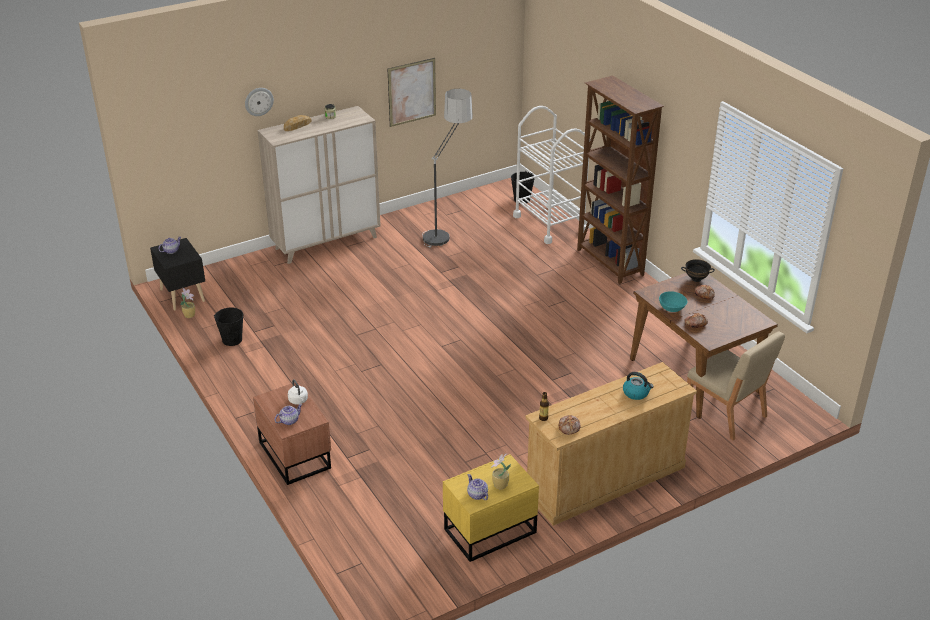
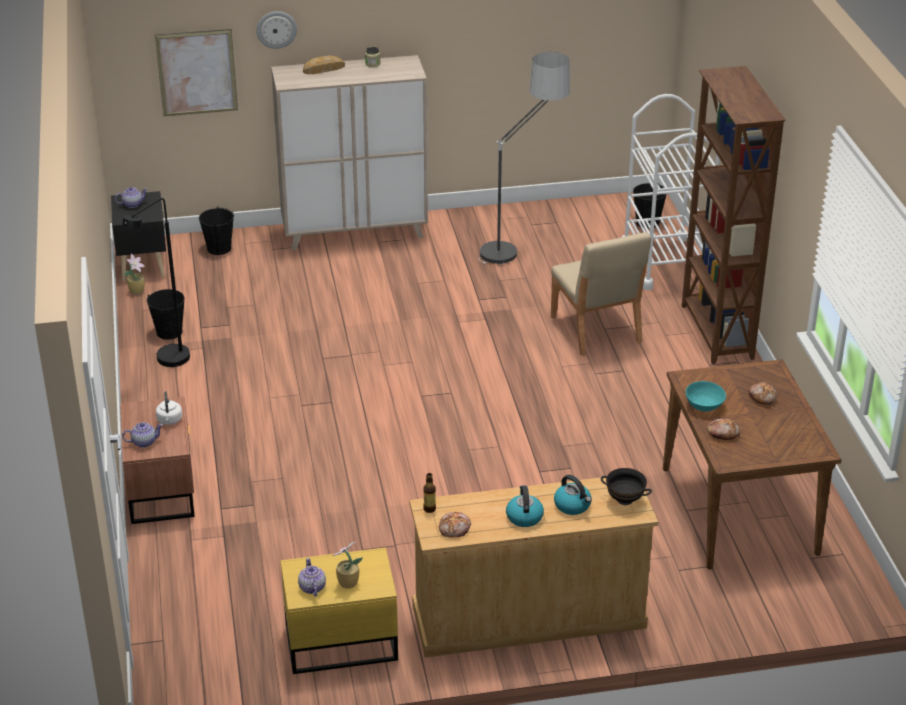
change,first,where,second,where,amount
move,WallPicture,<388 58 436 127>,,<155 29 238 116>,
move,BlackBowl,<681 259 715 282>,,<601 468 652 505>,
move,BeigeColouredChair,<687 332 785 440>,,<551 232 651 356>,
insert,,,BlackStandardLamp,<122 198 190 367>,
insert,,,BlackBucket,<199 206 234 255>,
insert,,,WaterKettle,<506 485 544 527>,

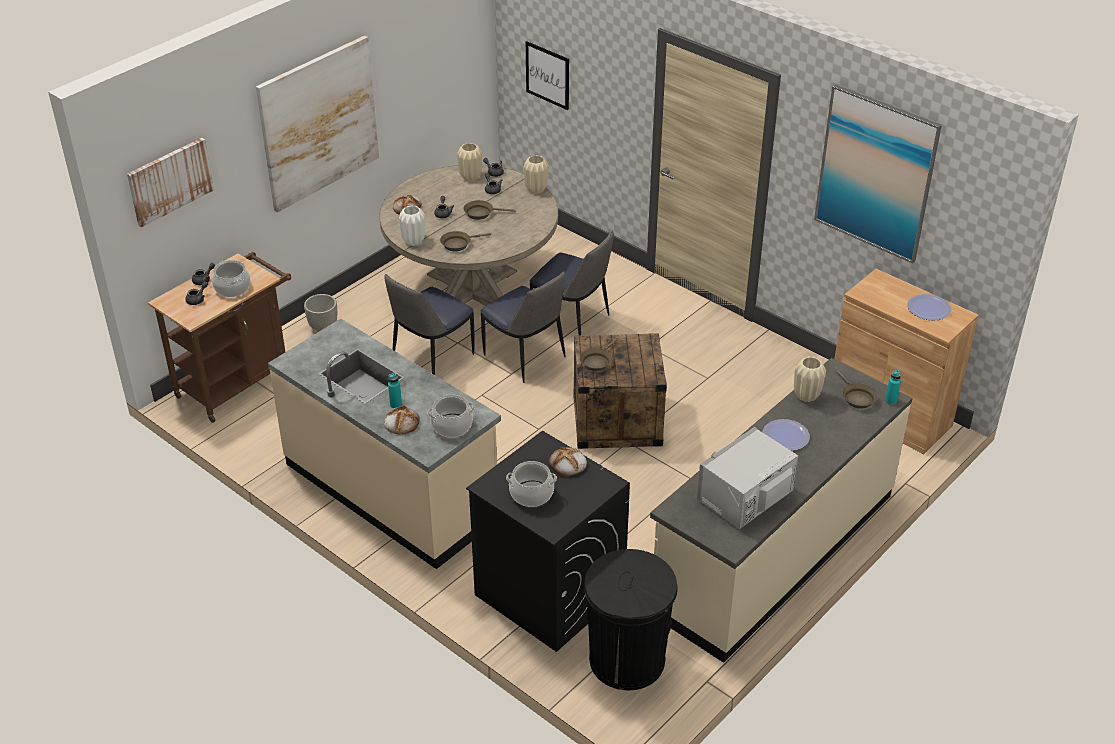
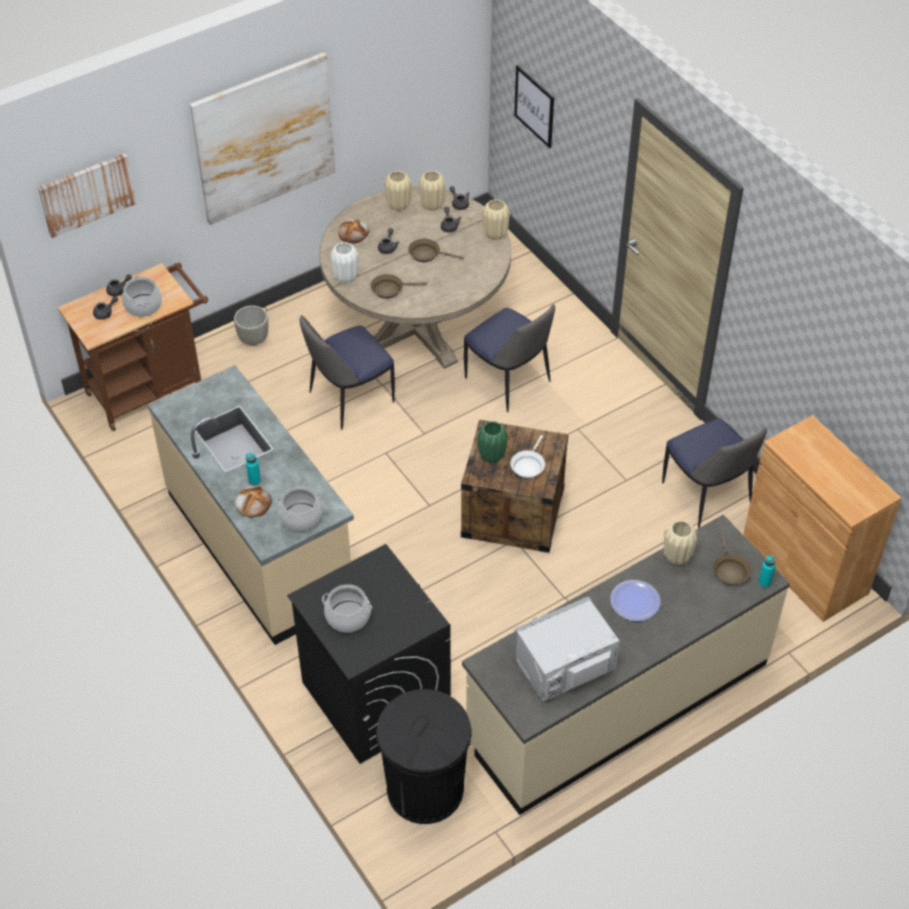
change,first,where,second,where,amount
move,Chair,<481 271 566 383>,,<662 418 767 528>,
delete,BakeryBread,<549 447 587 476>,,,
replace,BrownishFryingPan,<580 339 617 371>,GreenDecorativeVase,<477 421 508 463>,
delete,WallPicture,<814 84 942 263>,,,
delete,Plate,<907 294 951 321>,,,
insert,,,BeigeColouredDecorativeVase,<384 171 411 211>,
insert,,,WhiteFryingPan,<510 435 545 478>,

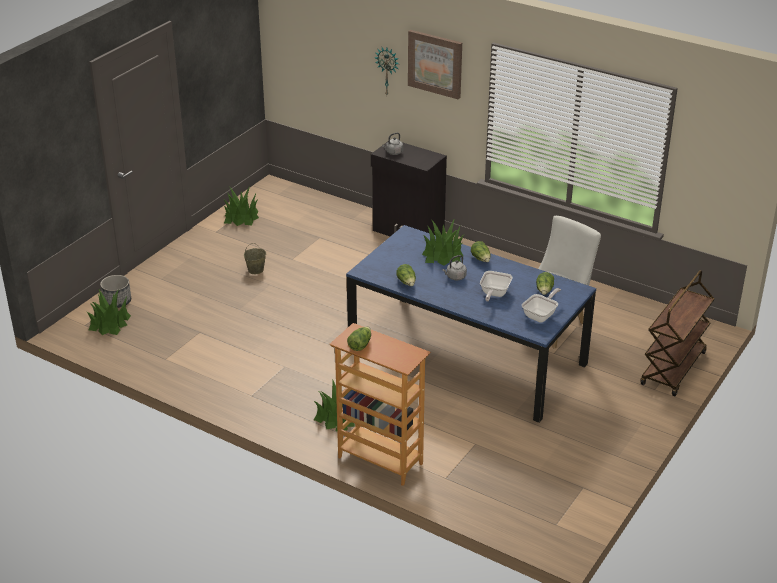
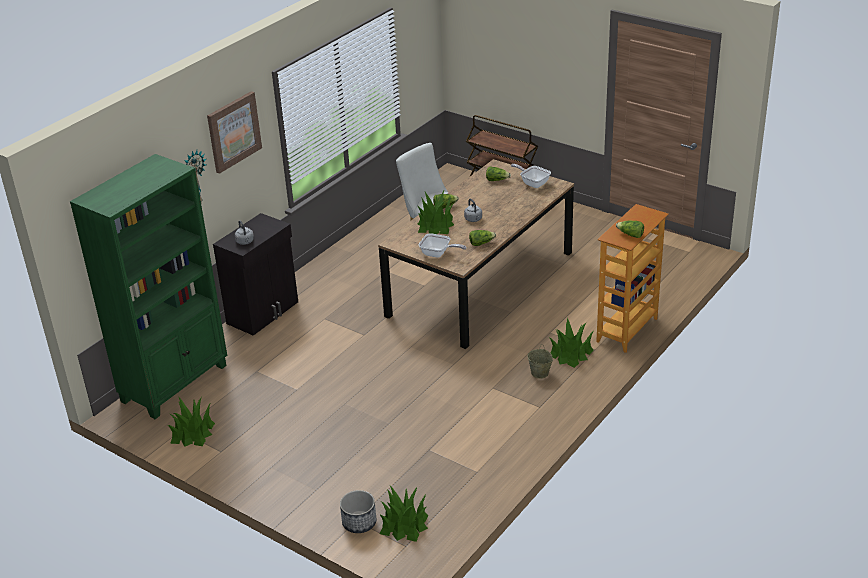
change,first,where,second,where,amount
move,BeigeColouredBucket,<244 243 266 274>,,<528 344 553 379>,
recolor,BlueDinnerTable,<346 225 596 423>,BrownishDinnerTable,<378 159 574 349>,
move,FryingPan,<480 271 513 302>,,<419 233 466 258>,
insert,,,GreenShelvingUnit,<70 154 227 419>,

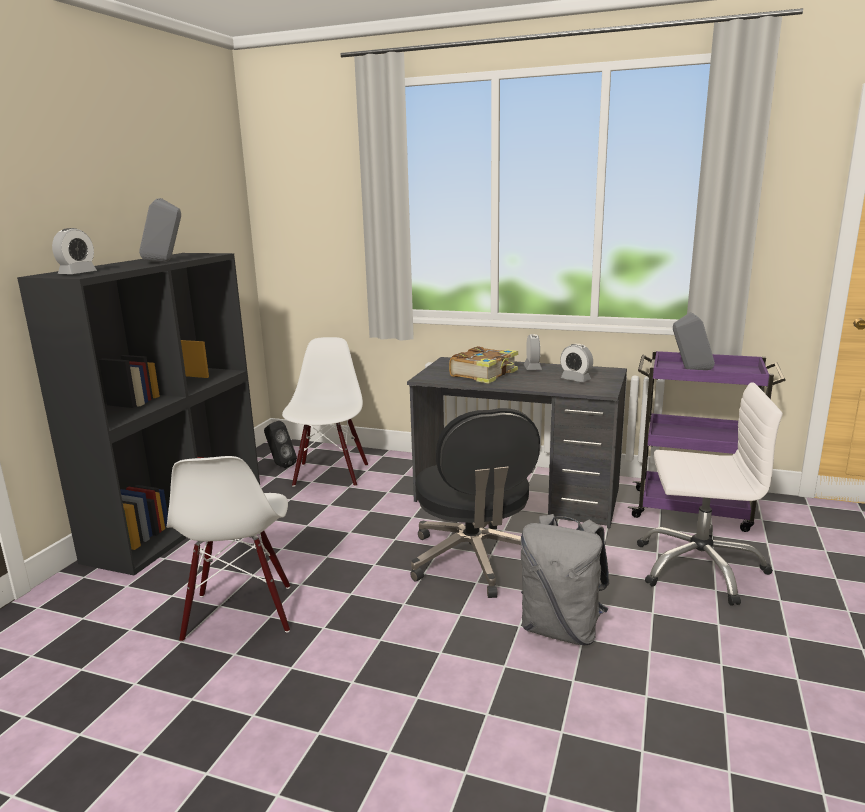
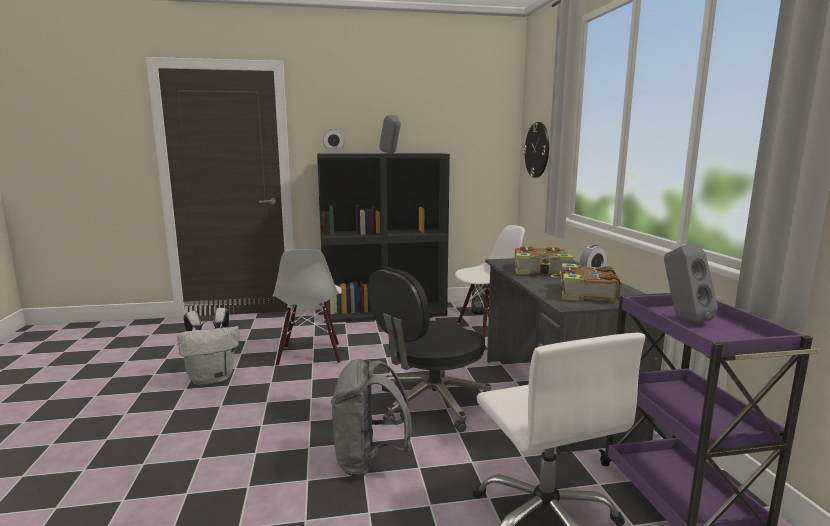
change,first,where,second,where,amount
rotate,WhiteChair,<167 456 290 642>,,<273 249 342 366>,60 degrees counterclockwise
replace,AlarmClock,<560 344 593 382>,Book,<551 263 620 302>,
insert,,,WhiteRucksack,<177 308 239 386>,
insert,,,WallClock,<523 122 549 178>,

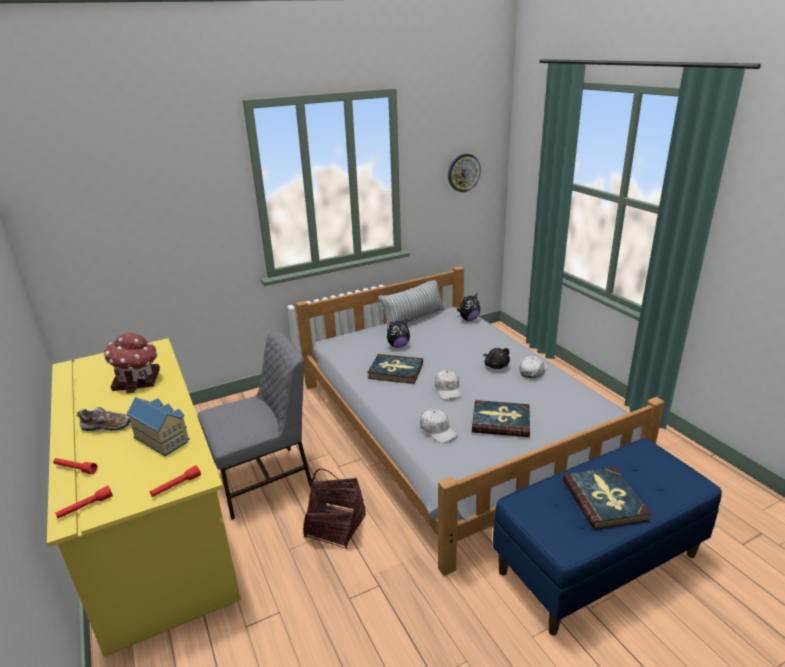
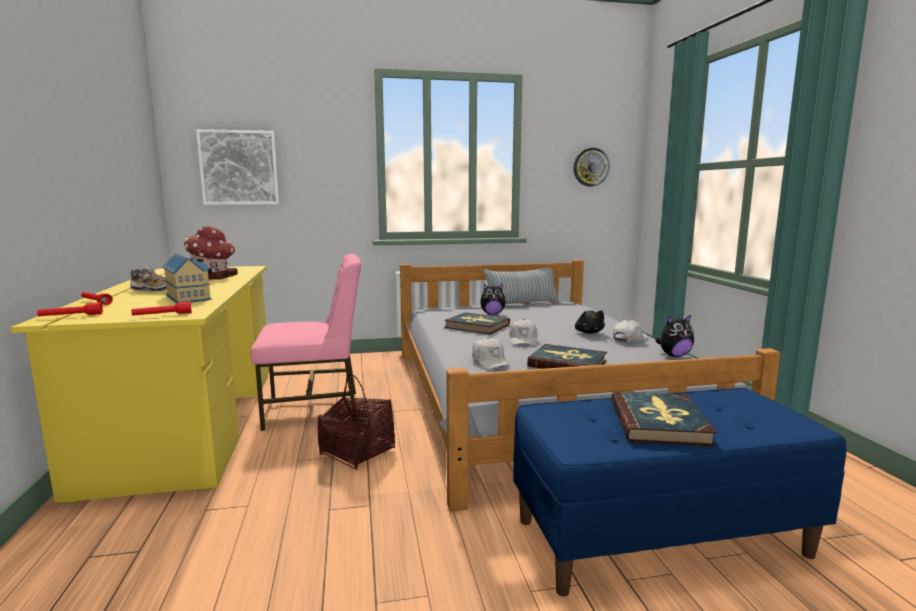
change,first,where,second,where,amount
recolor,GreyChair,<198 331 312 520>,PinkChair,<251 254 361 431>,
move,SoftToy,<457 294 480 321>,,<656 315 694 357>,
insert,,,WallPicture,<196 129 279 205>,

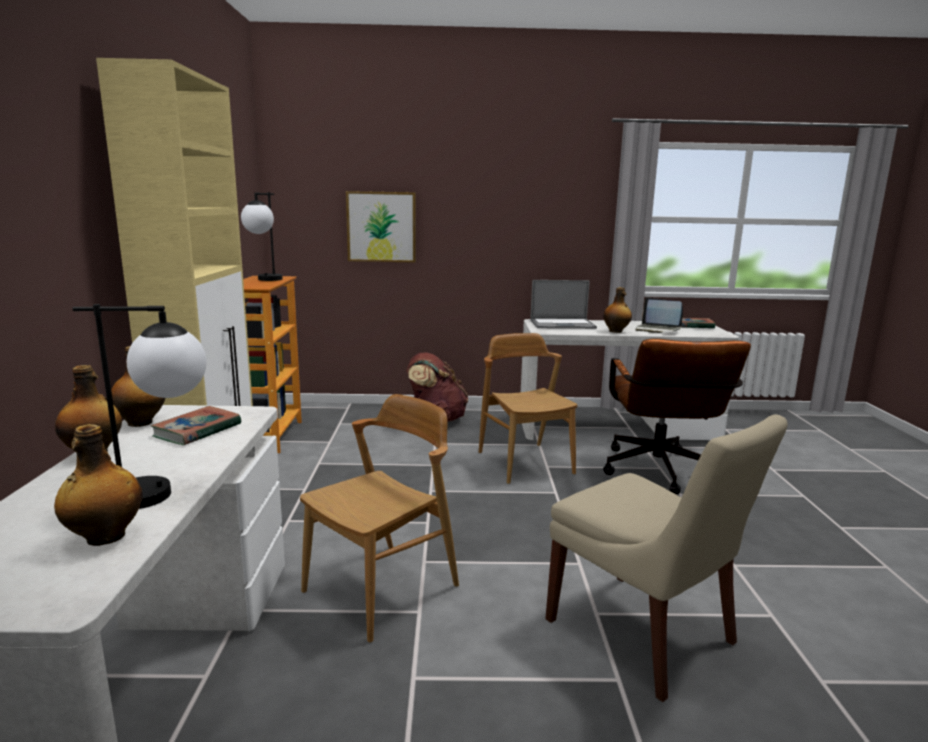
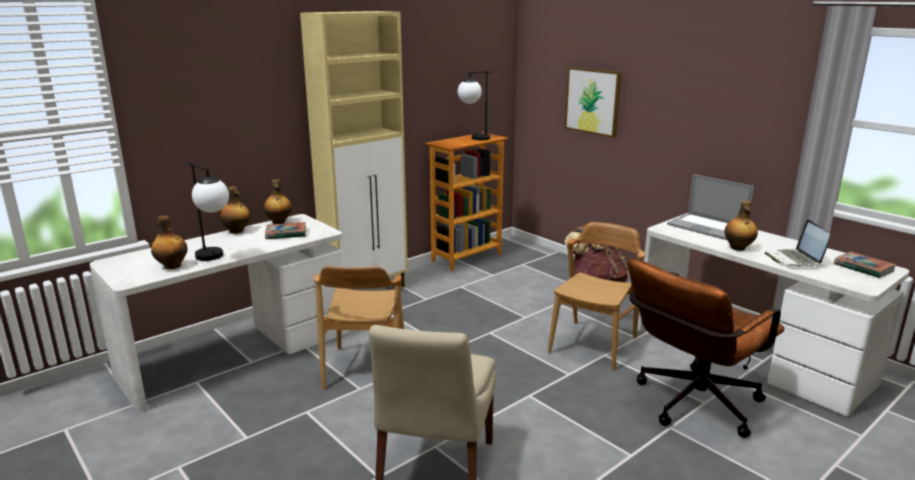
change,first,where,second,where,amount
rotate,BrownishChair,<300 394 459 643>,,<314 266 404 390>,90 degrees clockwise

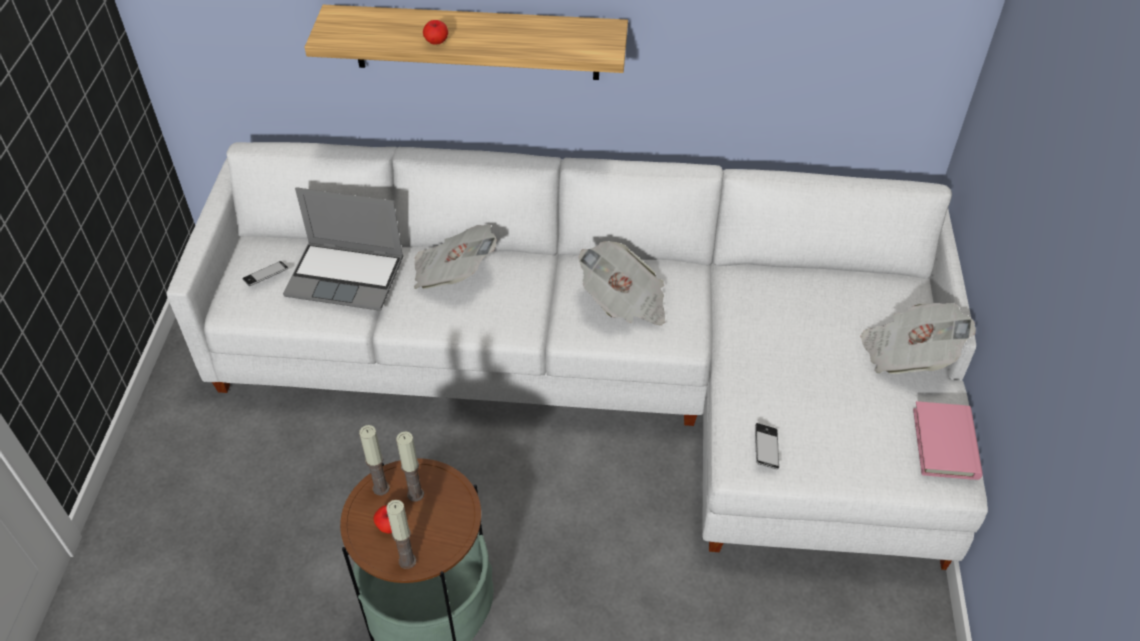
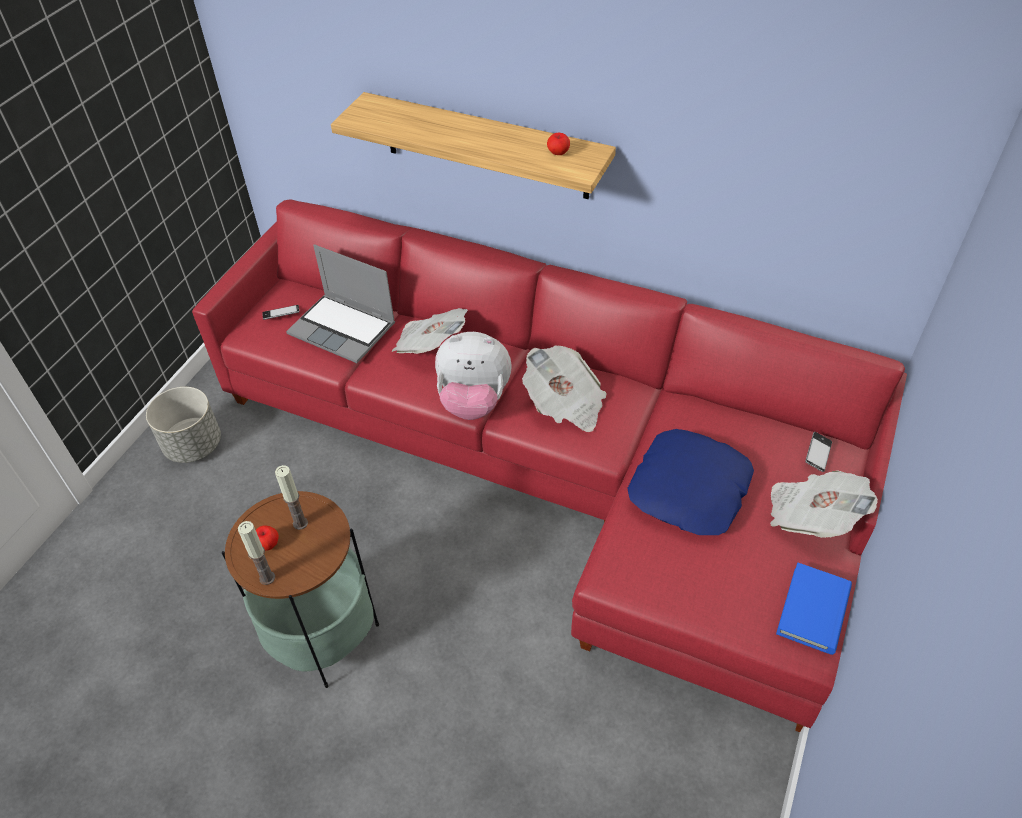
change,first,where,second,where,amount
recolor,WhiteSofa,<167 142 988 570>,ReddishSofa,<192 199 907 732>,
delete,WaxLight,<359 425 390 495>,,,
move,Apple,<423 20 448 45>,,<547 133 570 155>,
move,Phone,<755 423 779 469>,,<805 432 832 472>,
recolor,PinkBook,<913 401 983 480>,BlueBook,<776 563 852 655>,
insert,,,GreyPlanter,<146 387 221 463>,
insert,,,SoftToy,<435 332 512 420>,
insert,,,BlueThrowPillow,<628 429 754 535>,

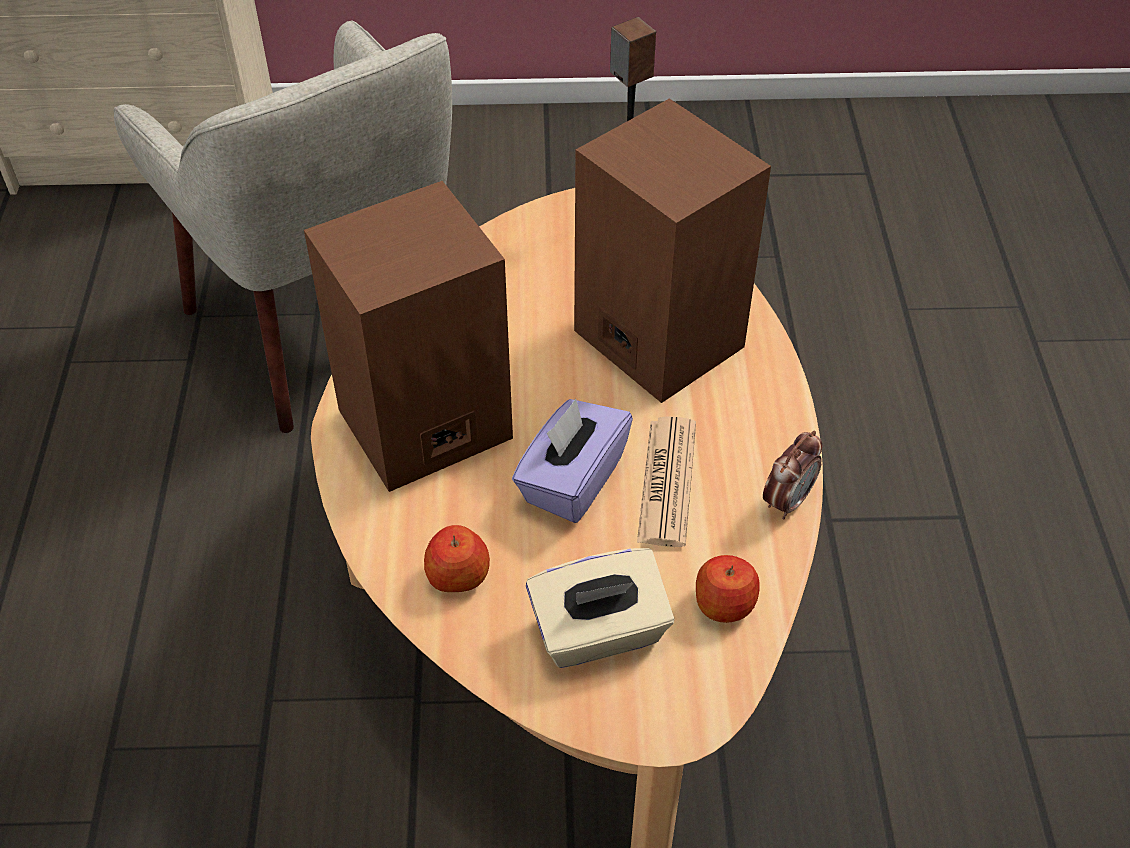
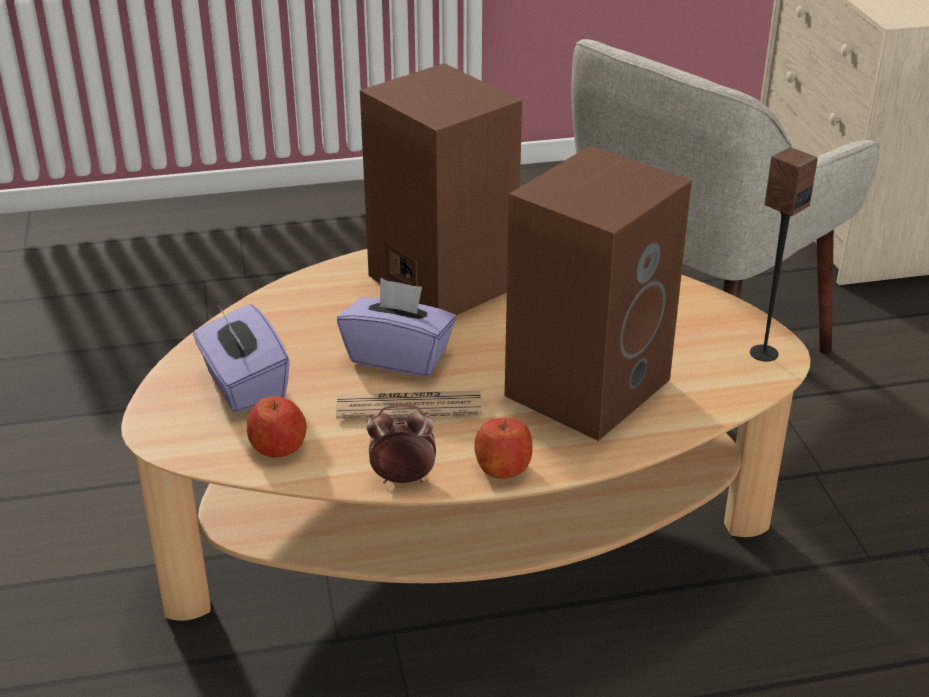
change,first,where,second,where,amount
move,Apple,<424 525 490 592>,,<474 418 533 479>,
recolor,BeigeColouredBoxOfTissues,<526 548 674 668>,PurplishBoxOfTissues,<193 304 290 412>,
rotate,AlarmClock,<763 431 822 519>,,<366 404 436 484>,150 degrees clockwise

